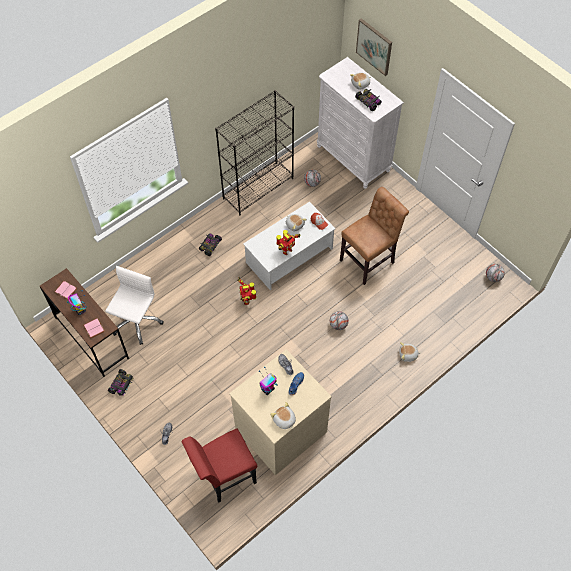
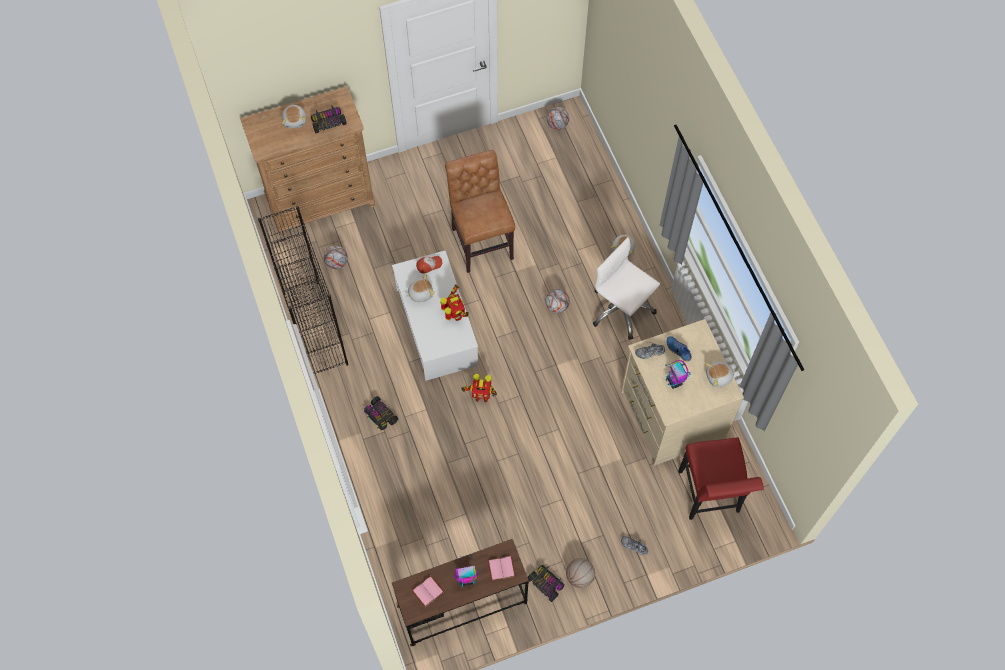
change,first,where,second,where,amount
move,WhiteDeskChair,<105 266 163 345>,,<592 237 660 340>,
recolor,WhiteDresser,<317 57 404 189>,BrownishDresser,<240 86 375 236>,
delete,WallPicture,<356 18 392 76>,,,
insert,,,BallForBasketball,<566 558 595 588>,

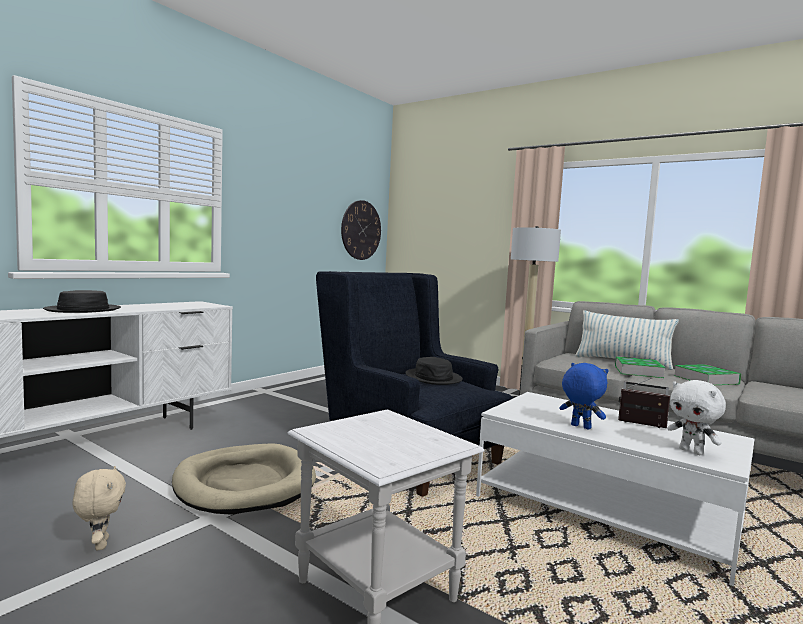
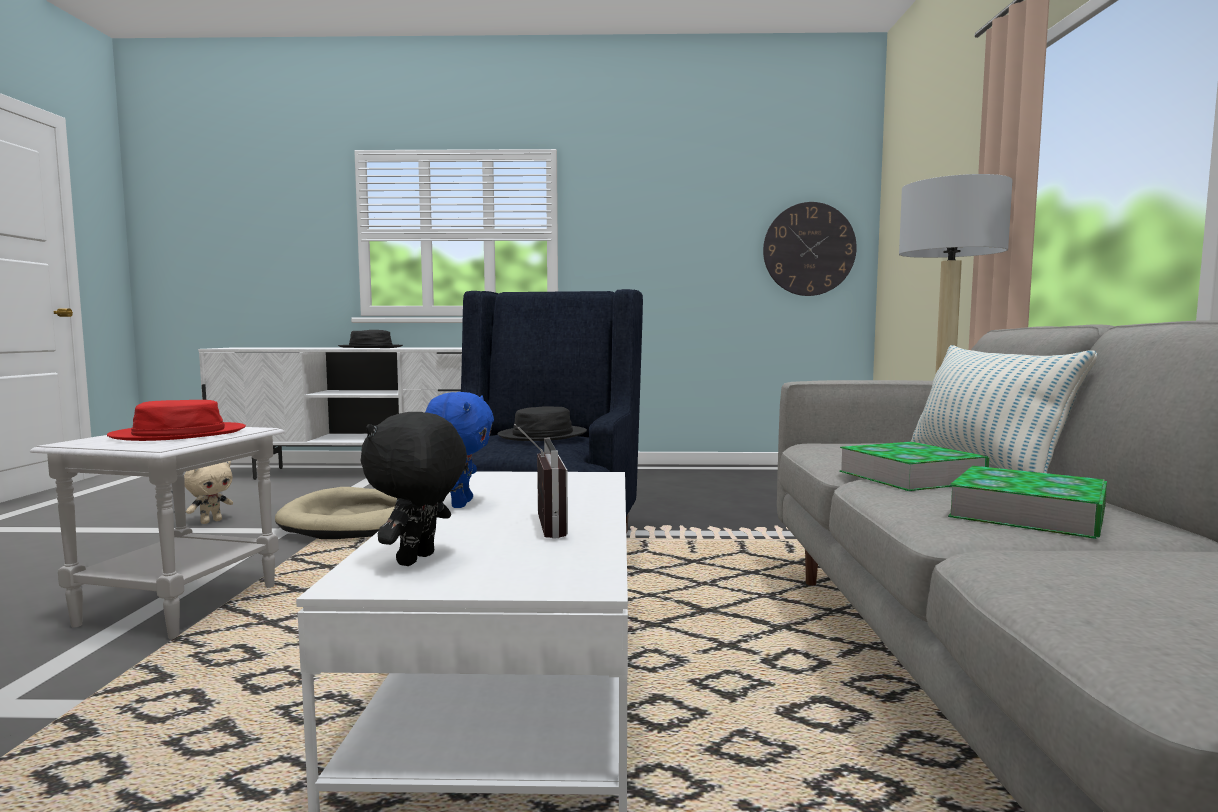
change,first,where,second,where,amount
recolor,WhiteSoftToy,<667 380 726 455>,BlackSoftToy,<361 412 467 566>,
insert,,,ReddishWearableHat,<107 400 246 441>,

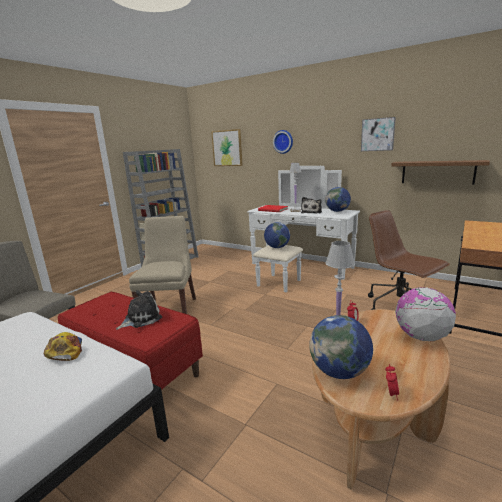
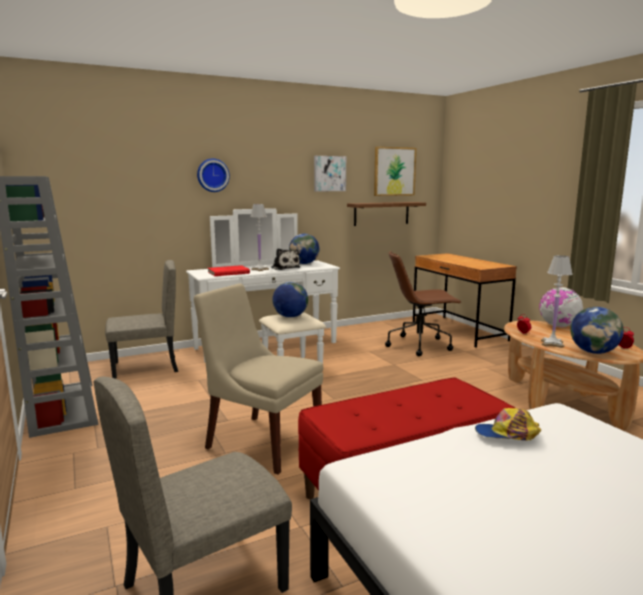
change,first,where,second,where,amount
delete,SoftToy,<116 290 162 330>,,,
move,WallPicture,<211 129 243 166>,,<374 147 416 196>,
insert,,,BeigeColouredChair,<105 260 178 379>,

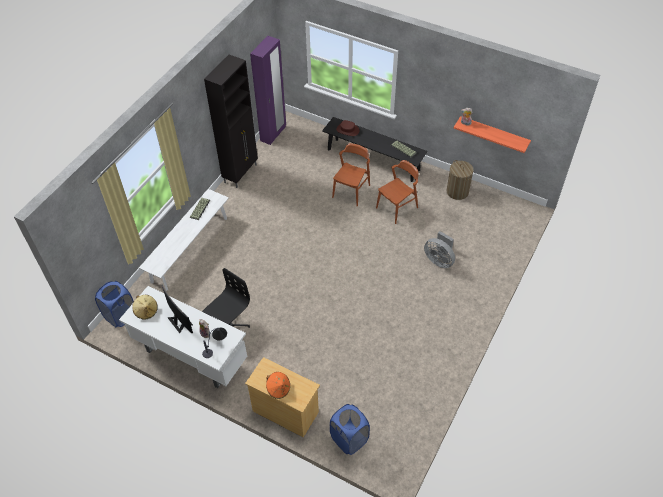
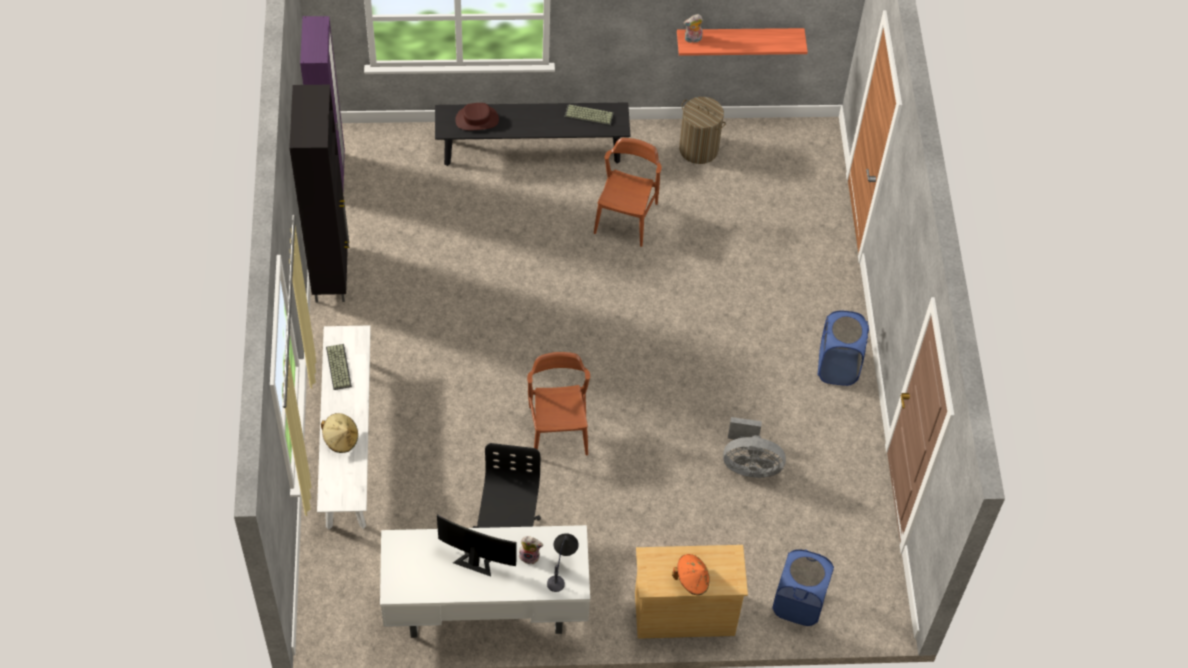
change,first,where,second,where,amount
move,BlueLaundryBasket,<95 281 134 327>,,<818 311 869 386>,
move,BeigeColouredWearableHat,<132 295 158 320>,,<321 413 358 453>,
move,BrownishChair,<332 143 370 206>,,<527 352 590 456>,
move,GreyFan,<424 231 455 268>,,<723 417 786 478>,

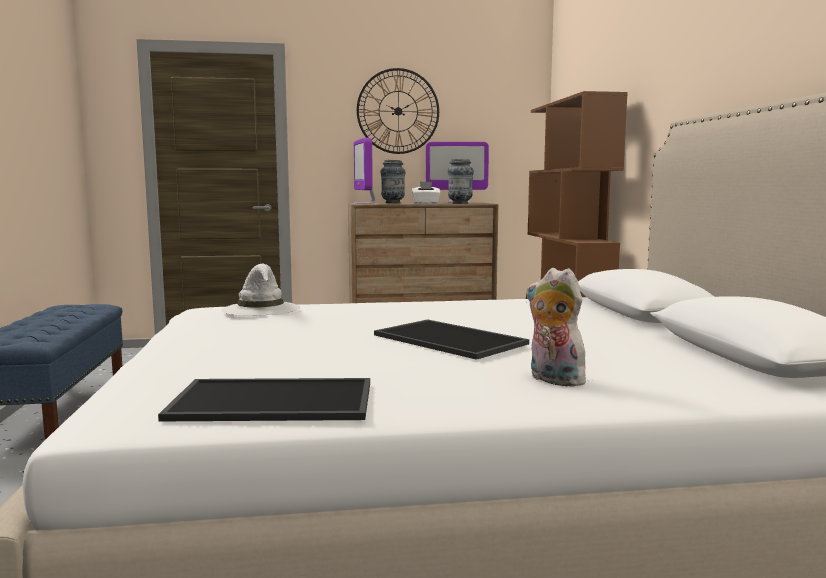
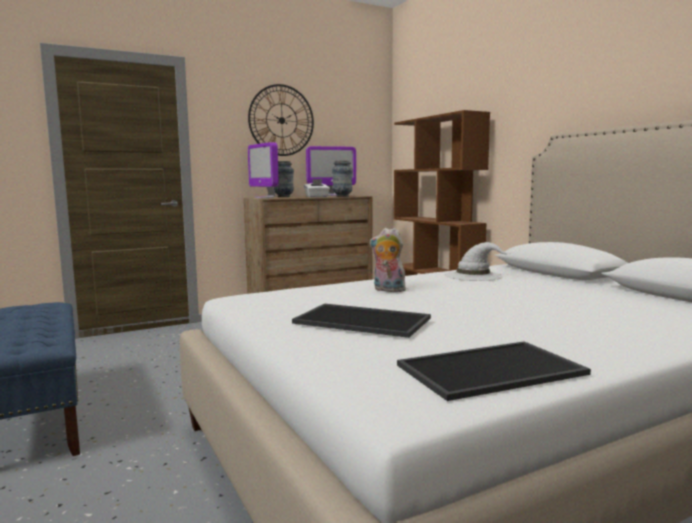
change,first,where,second,where,amount
move,WhiteWearableHat,<221 263 300 316>,,<445 242 510 281>,
move,Tray,<374 319 529 360>,,<292 304 431 338>,
move,SoftToy,<526 268 589 387>,,<370 228 406 292>,

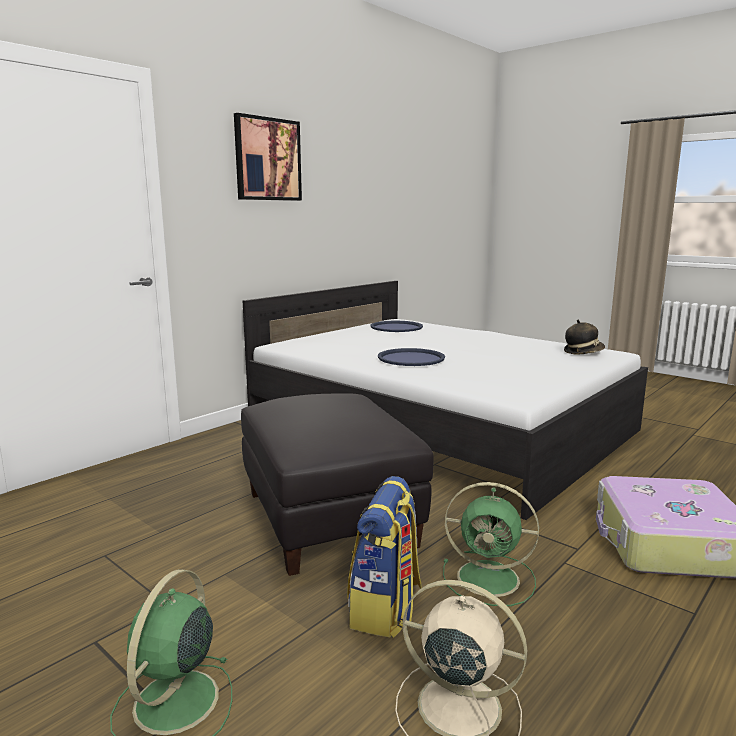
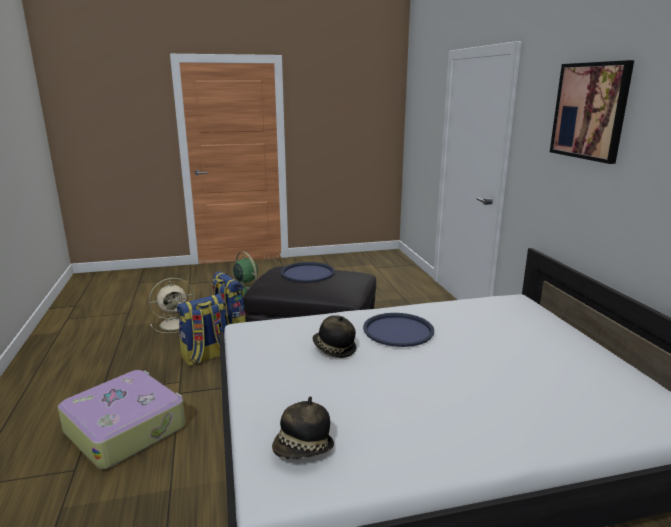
change,first,where,second,where,amount
move,BlueTray,<370 321 423 332>,,<281 262 335 282>,
replace,GreenFan,<443 482 539 606>,Rucksack,<177 294 226 366>,
insert,,,WearableHat,<312 315 356 358>,

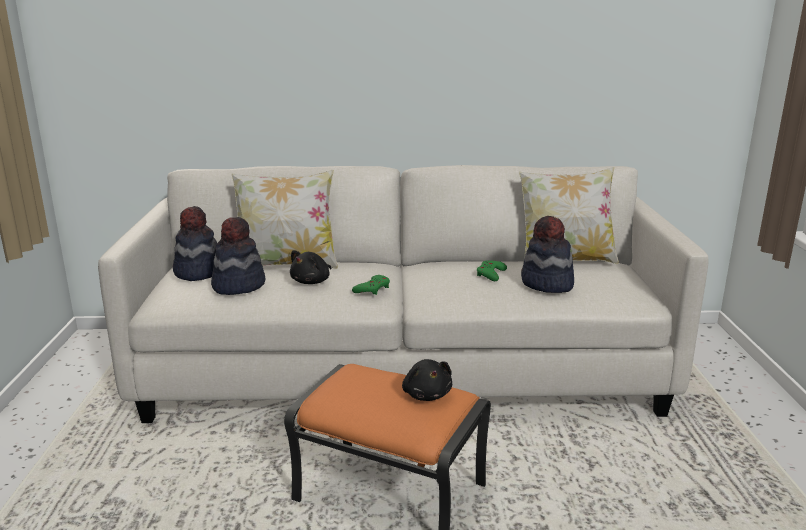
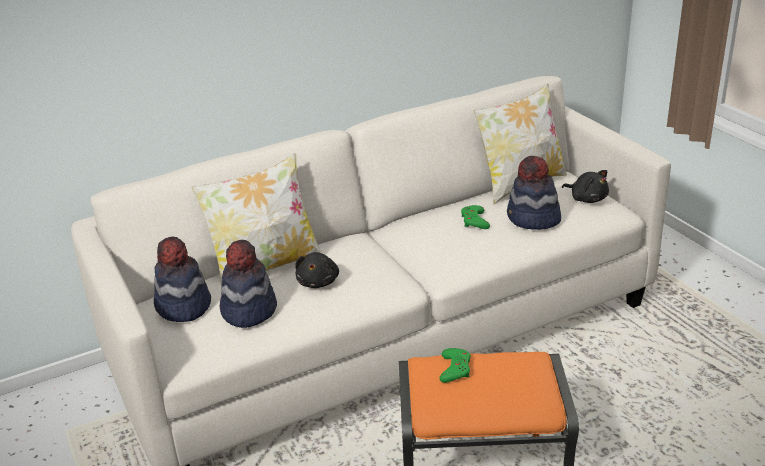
change,first,where,second,where,amount
move,GreenGamepad,<352 275 390 295>,,<439 348 471 383>,
move,BlackSoftToy,<402 359 452 401>,,<562 170 609 203>,

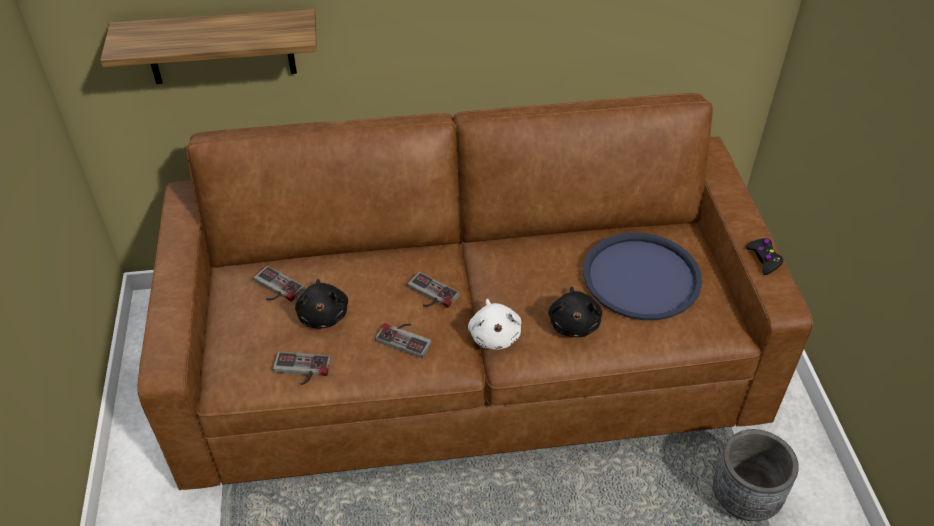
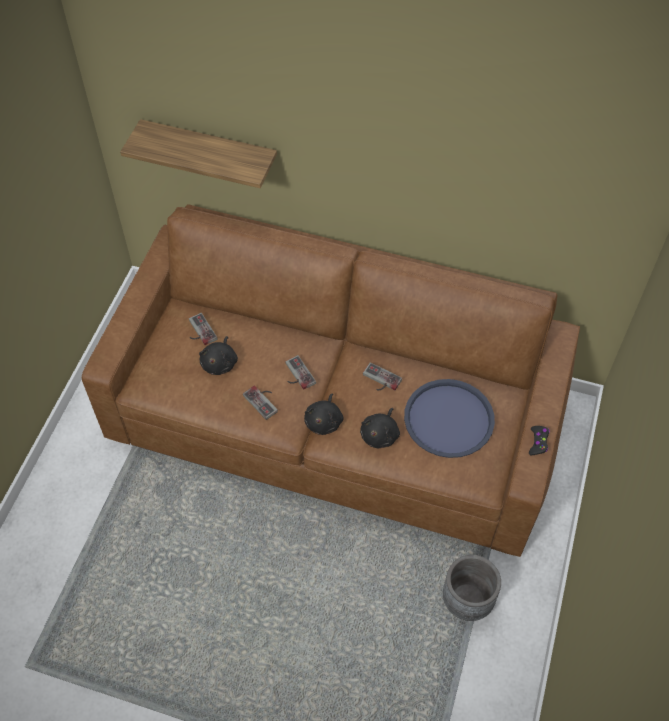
change,first,where,second,where,amount
move,Gamepad,<273 352 331 385>,,<363 362 402 390>,
recolor,WhiteSoftToy,<468 299 521 350>,BlackSoftToy,<304 393 343 435>,

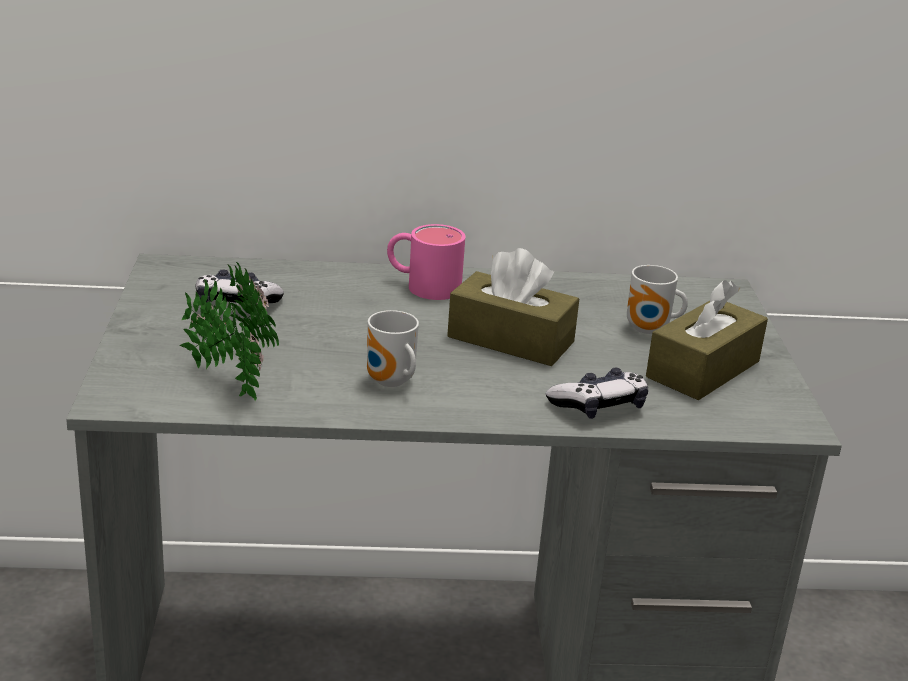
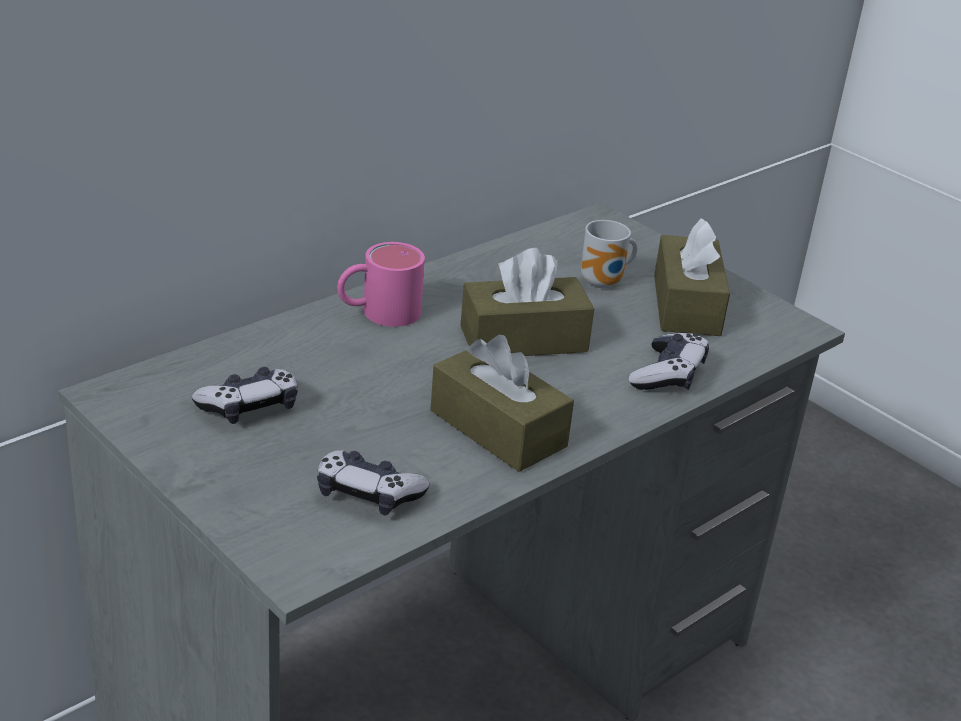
change,first,where,second,where,amount
replace,PottedPlant,<180 262 279 401>,Gamepad,<317 450 430 515>,
replace,TeaMug,<367 310 419 387>,BrownishBoxOfTissues,<430 335 574 472>,

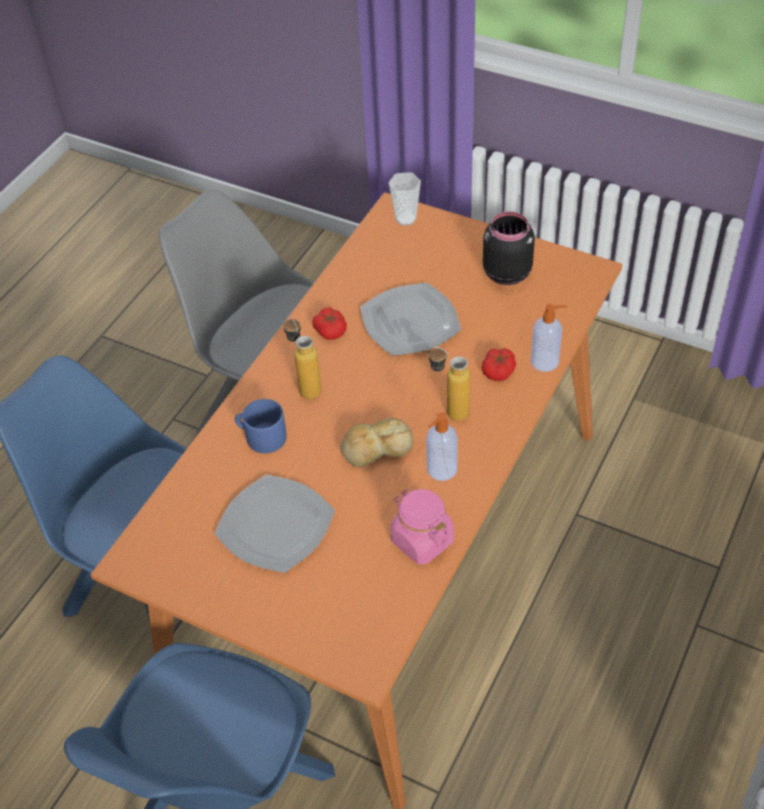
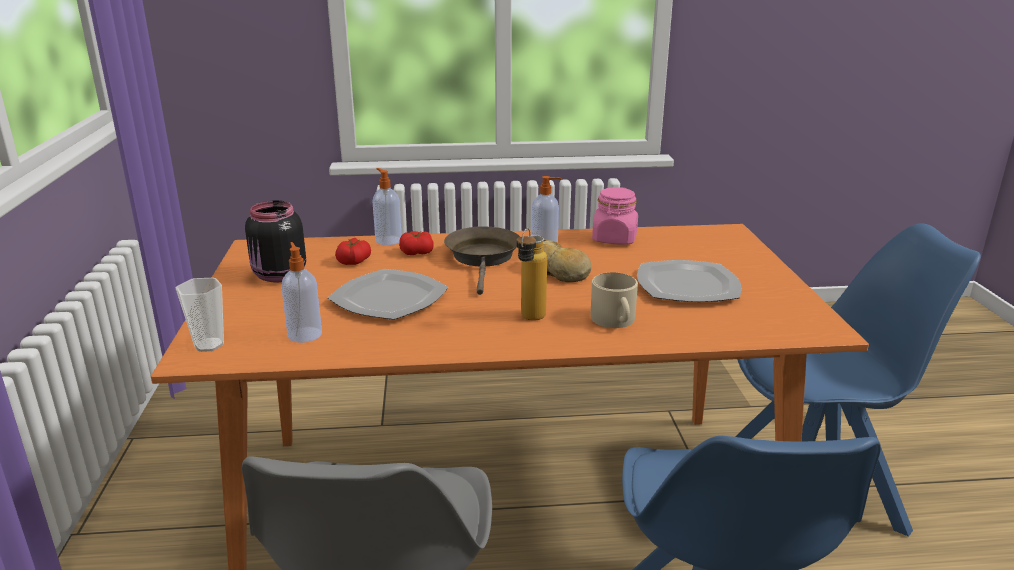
change,first,where,second,where,amount
recolor,BlueTeaMug,<235 399 287 453>,BeigeColouredTeaMug,<591 272 638 328>,
move,Tomato,<313 307 347 340>,,<335 238 371 265>,
replace,Bottle,<428 347 471 421>,BrownishFryingPan,<444 226 520 295>,
insert,,,SoapBottle,<281 242 322 343>,

